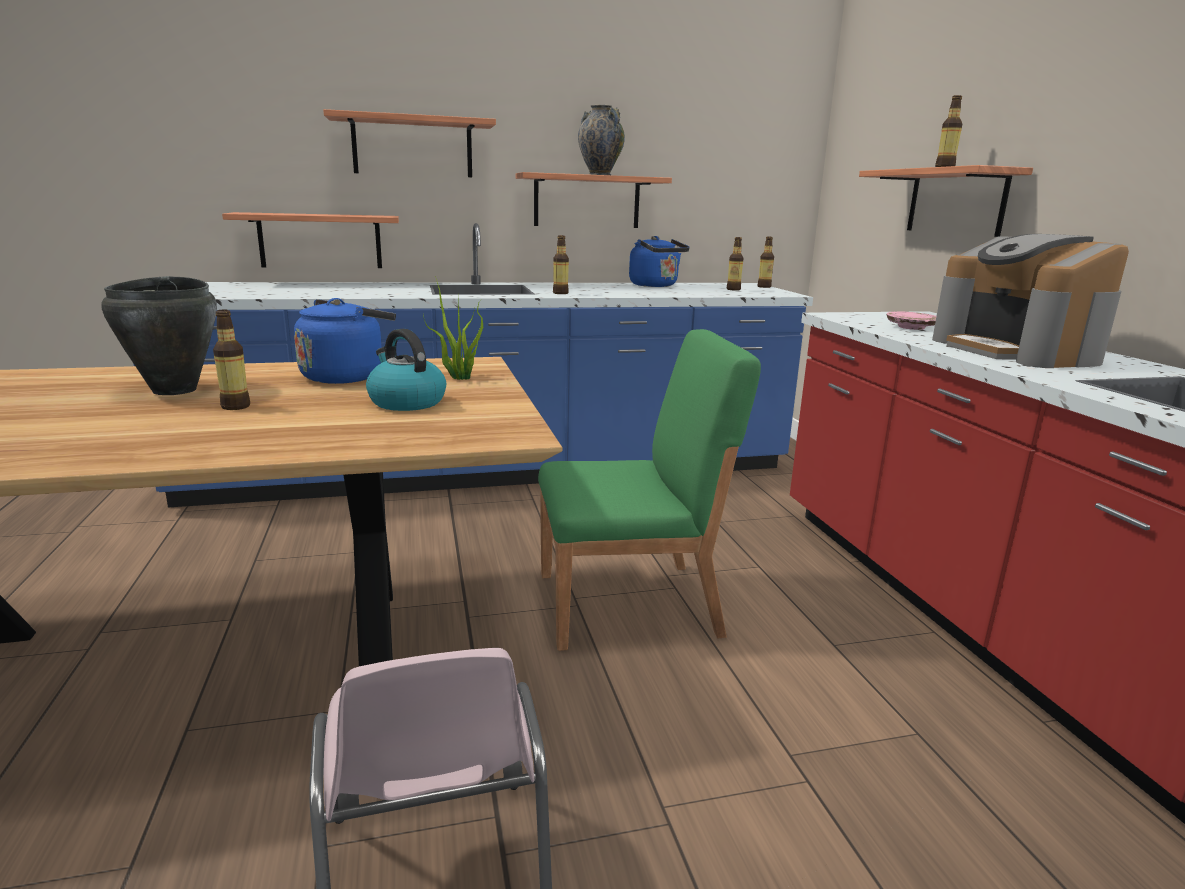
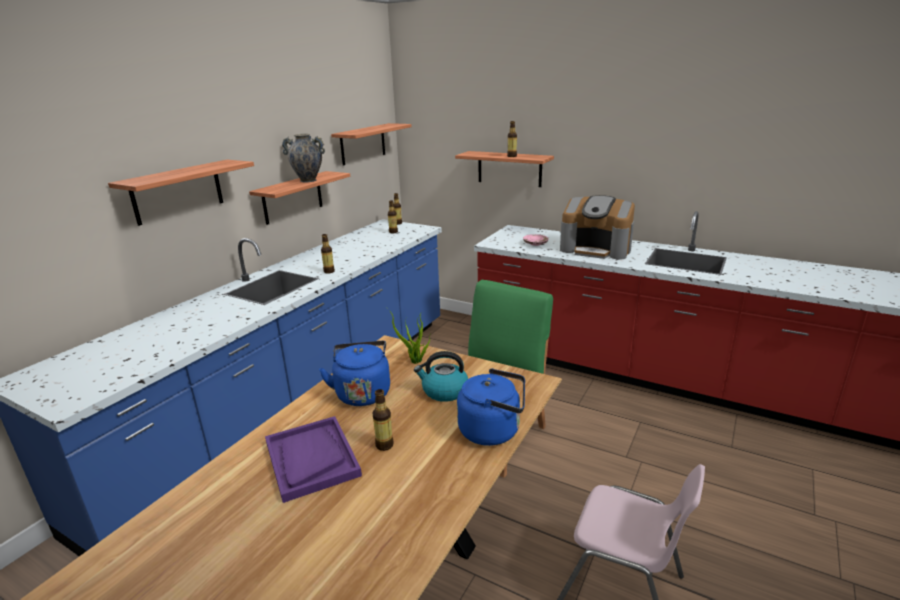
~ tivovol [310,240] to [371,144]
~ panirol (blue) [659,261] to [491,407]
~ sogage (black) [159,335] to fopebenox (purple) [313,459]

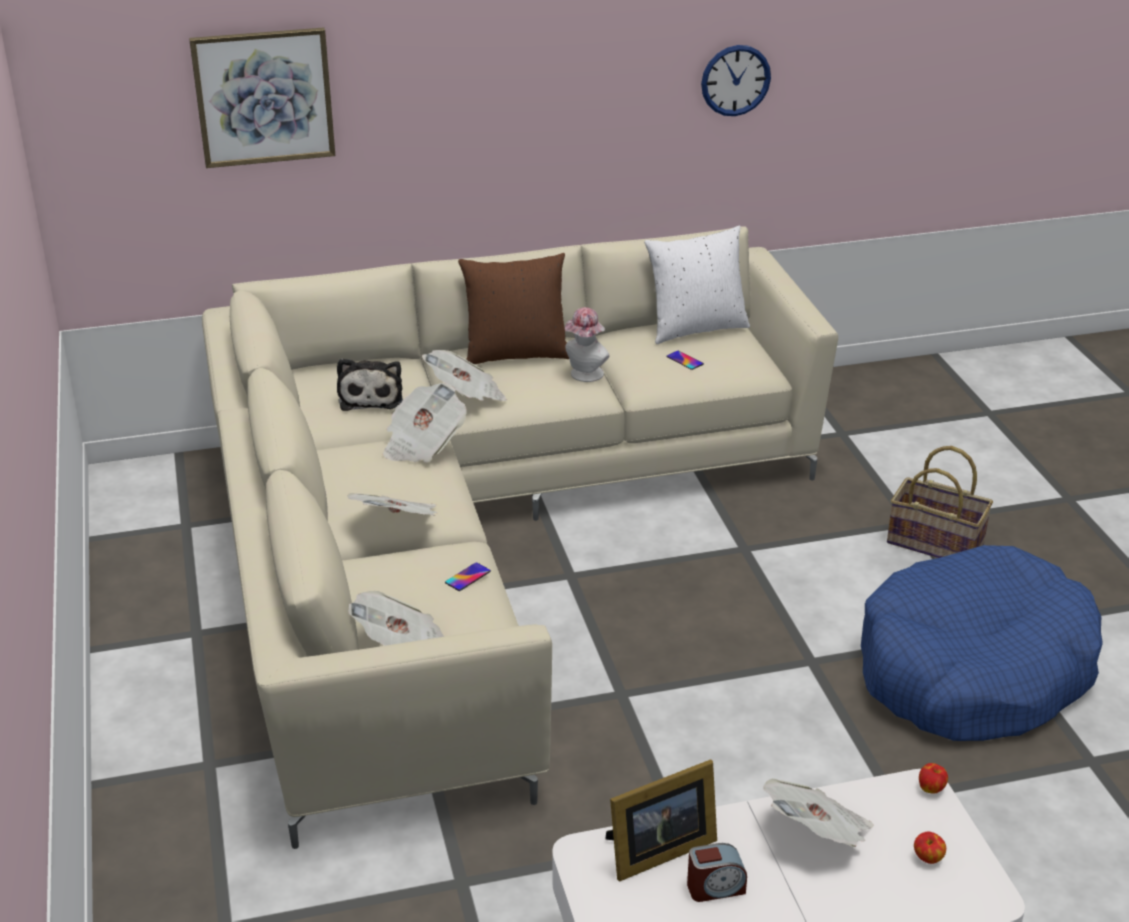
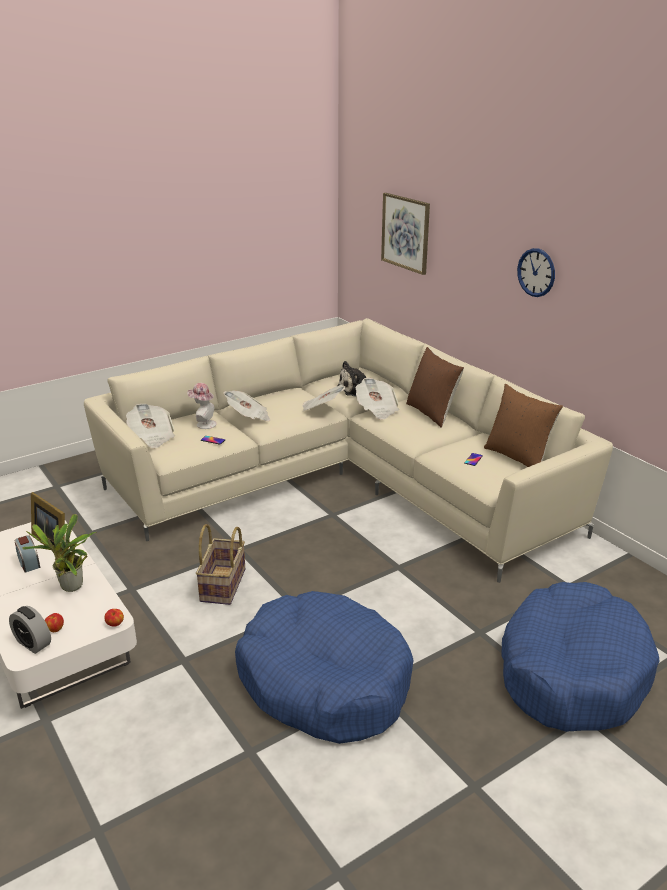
~ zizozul [736,80] to [536,272]
~ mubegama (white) [697,285] to mubegama (brown) [523,425]
~ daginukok [587,344] to [202,406]
~ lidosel [940,502] to [220,564]
~ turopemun [818,813] to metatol [60,553]
+ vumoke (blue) [580,657]
+ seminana [30,630]

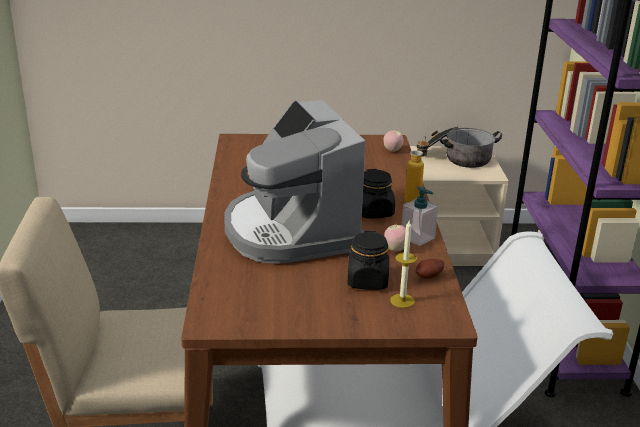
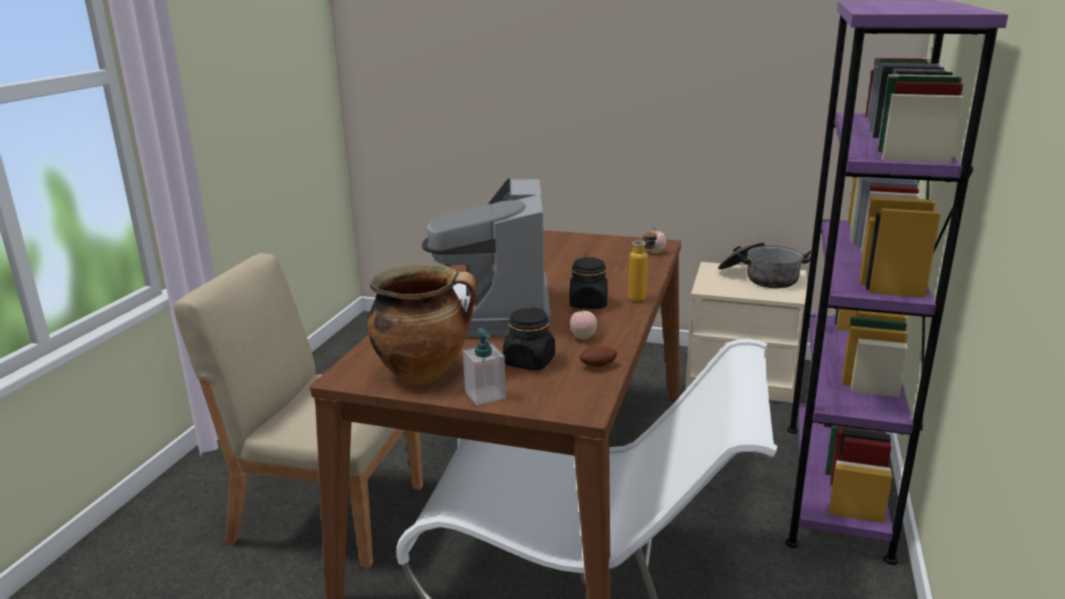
~ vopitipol [420,216] to [484,366]
- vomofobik [403,263]
+ sogage [422,324]

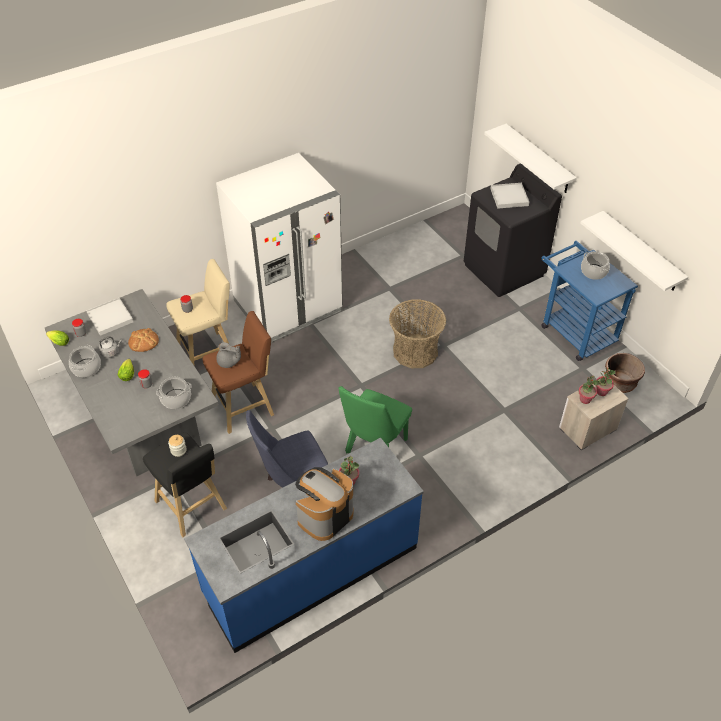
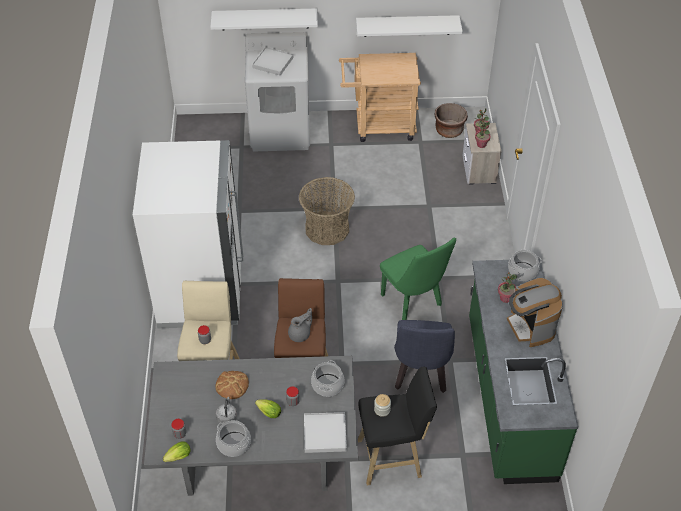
~ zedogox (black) [513,230] to zedogox (white) [277,91]
~ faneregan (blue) [589,301] to faneregan (beige) [380,97]
~ sogage [595,265] to [525,265]
~ fopebenox (white) [109,317] to [325,432]
~ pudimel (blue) [304,545] to pudimel (green) [523,371]

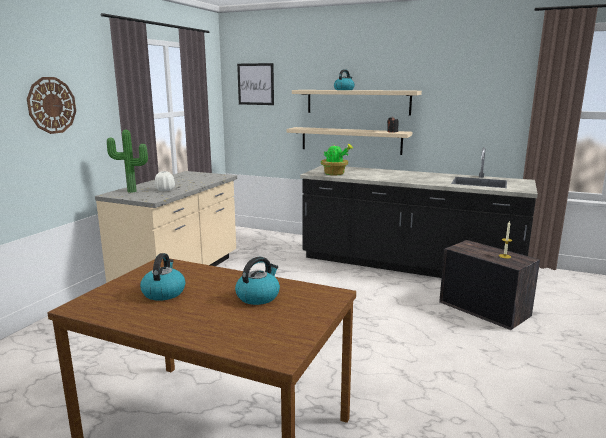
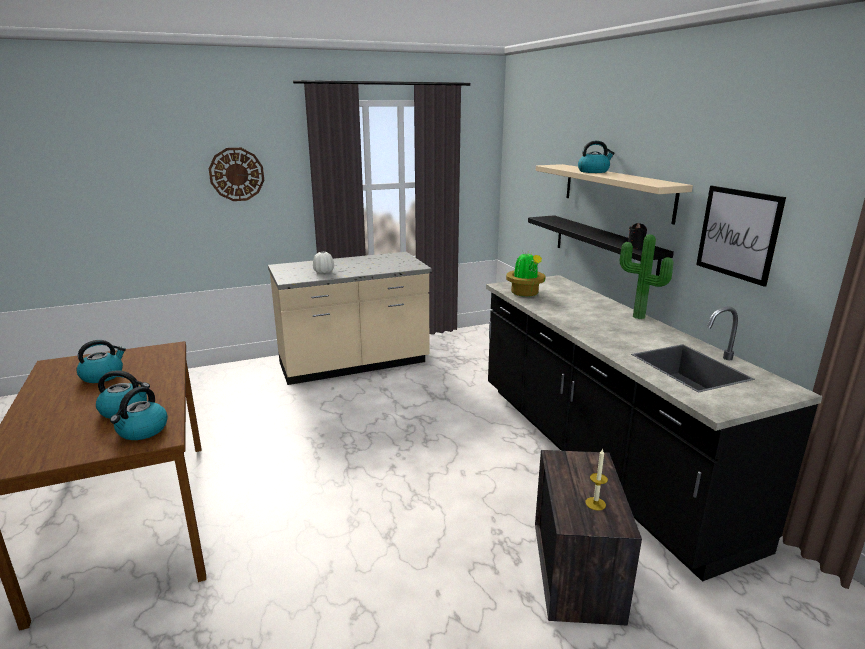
~ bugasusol [255,84] to [741,236]
~ tivovol (beige) [349,141] to tivovol (black) [601,245]
~ metatol [127,161] to [646,276]
+ panirol [139,413]

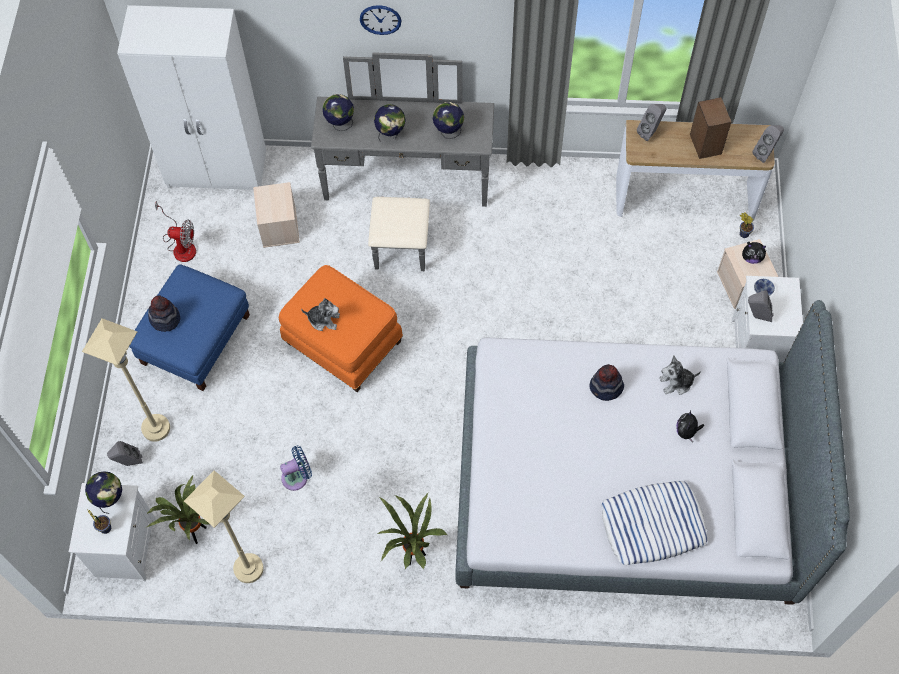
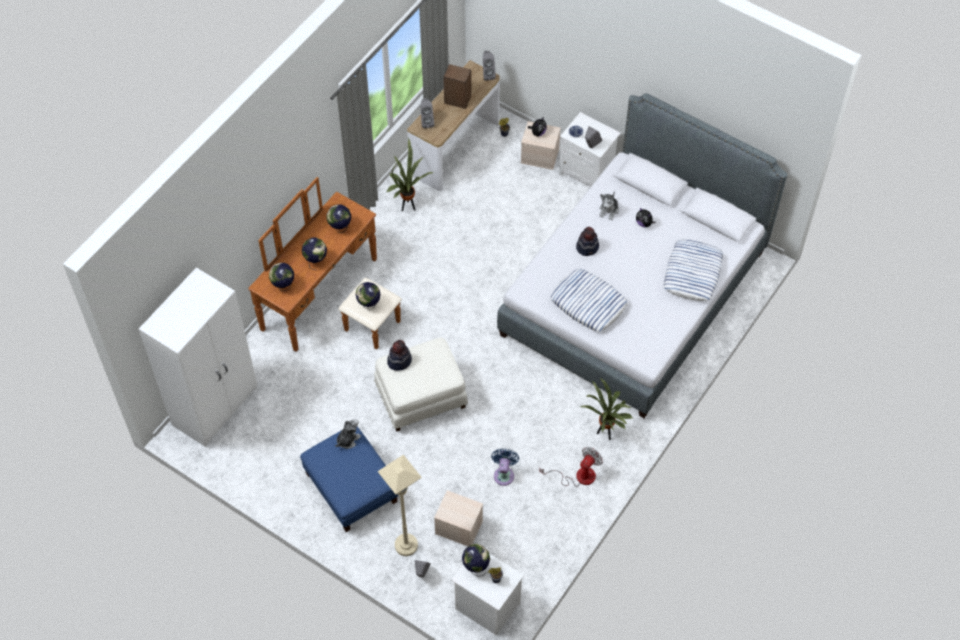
- zizozul [381,20]
~ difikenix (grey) [402,161] to difikenix (brown) [325,264]
~ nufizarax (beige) [276,215] to [458,518]
~ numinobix [175,231] to [571,467]
~ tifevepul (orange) [341,328] to tifevepul (white) [421,385]
~ daginukok [164,314] to [399,355]
~ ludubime [320,314] to [348,434]
- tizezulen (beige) [224,526]
~ metatol [184,509] to [410,174]
+ mubegama [588,300]
+ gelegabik [368,296]

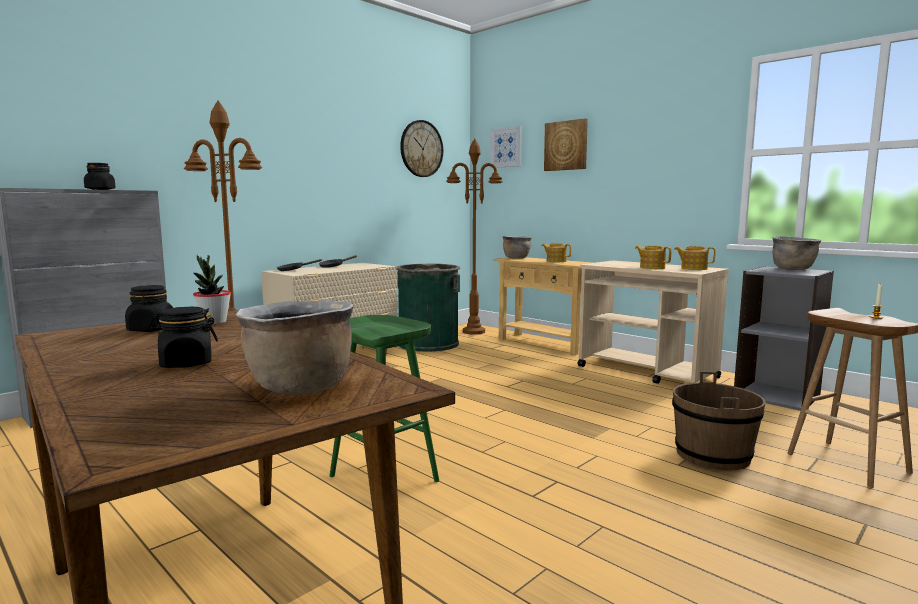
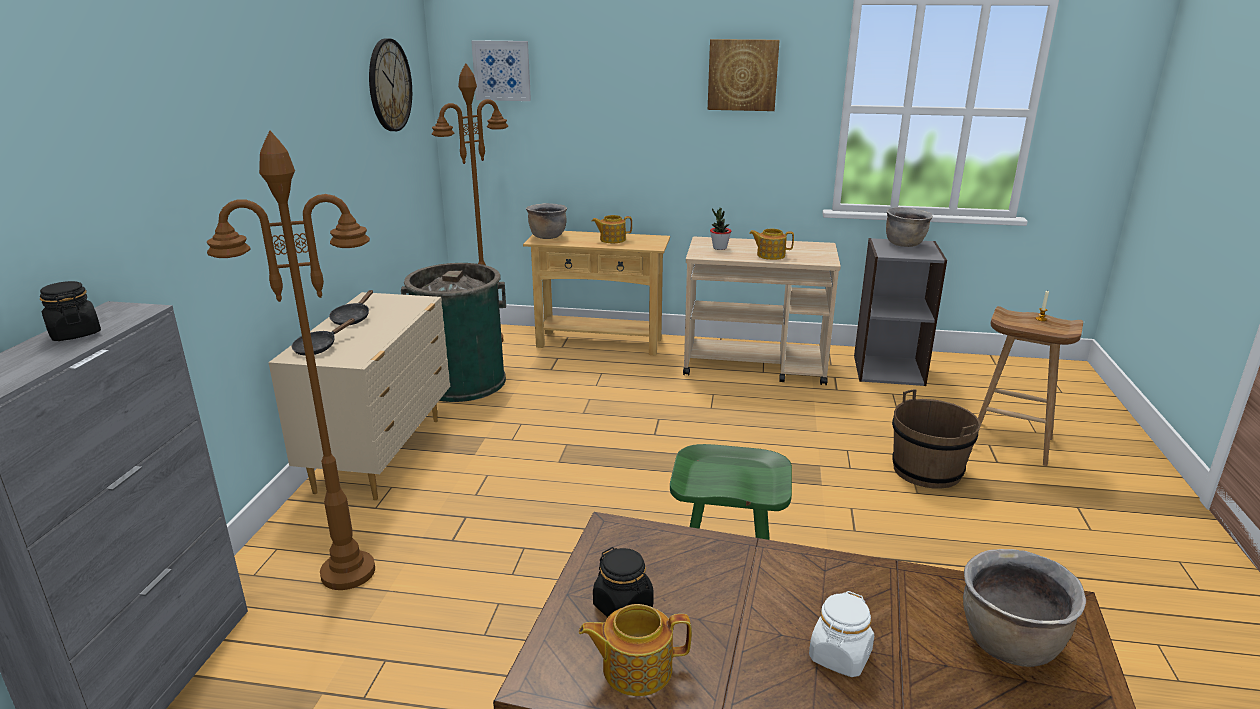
~ bugasusol [566,144] to [743,75]
~ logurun [695,258] to [635,650]
~ metatol [212,290] to [721,229]
~ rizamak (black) [183,337] to rizamak (white) [841,634]

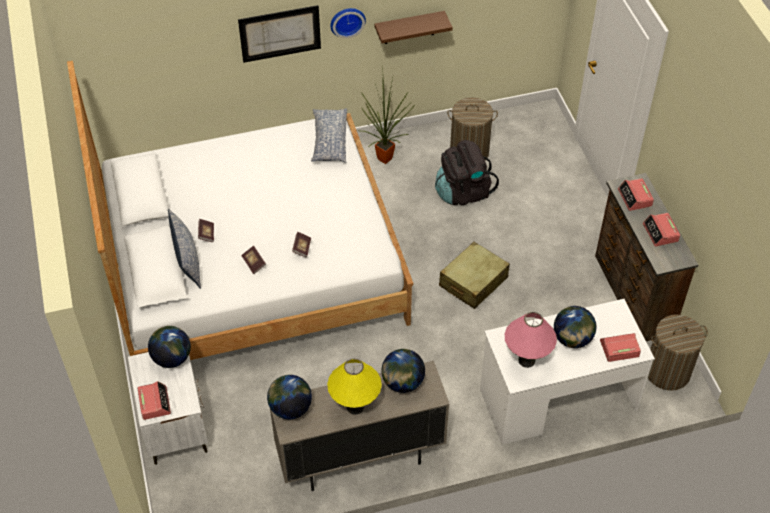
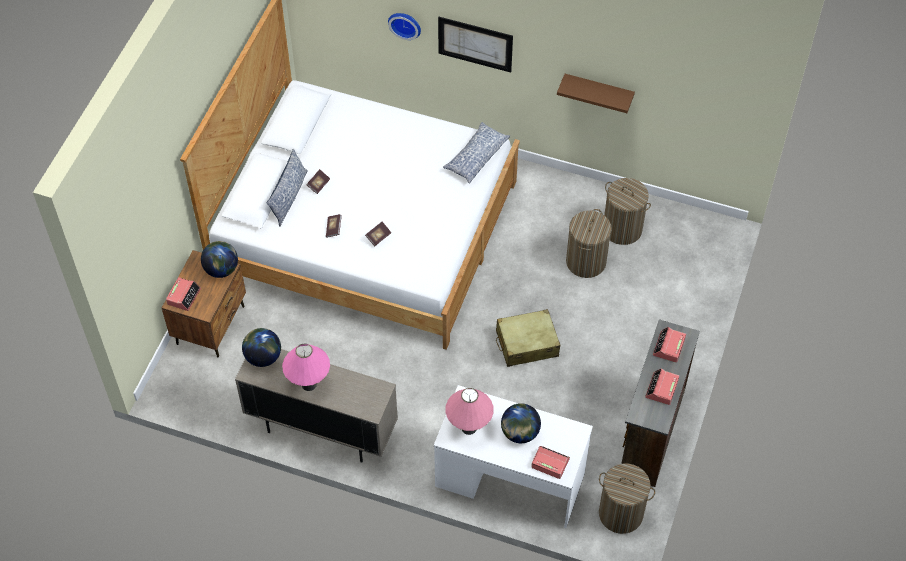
~ zizozul [348,23] to [404,26]
- metatol [388,116]
~ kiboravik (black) [467,172] to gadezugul [589,243]
- gelegabik [403,371]
~ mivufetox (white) [168,408] to mivufetox (brown) [204,303]
~ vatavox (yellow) [354,387] to vatavox (pink) [306,367]

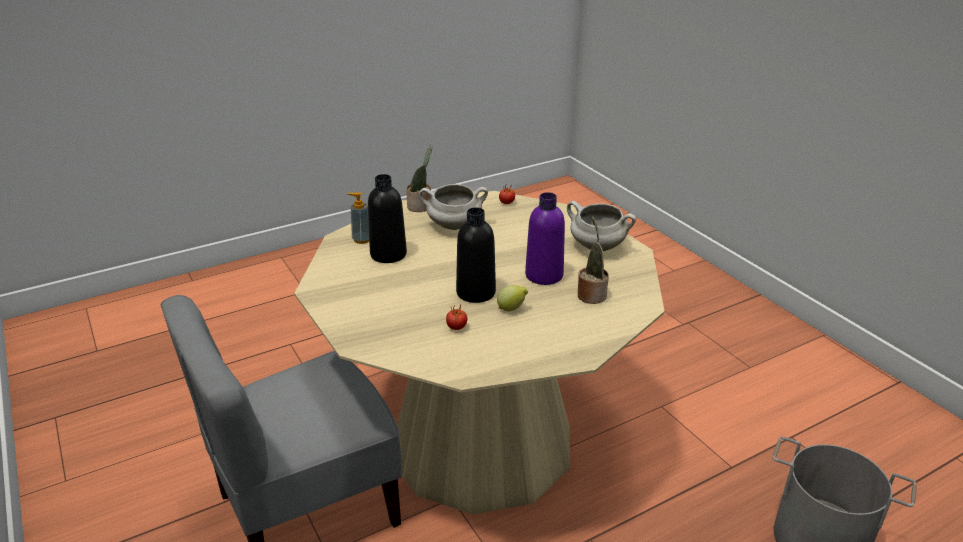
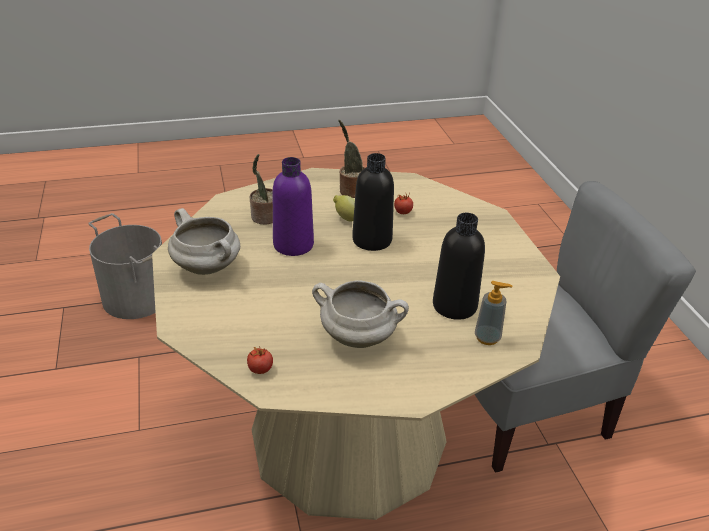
~ metatol [419,178] to [351,159]

